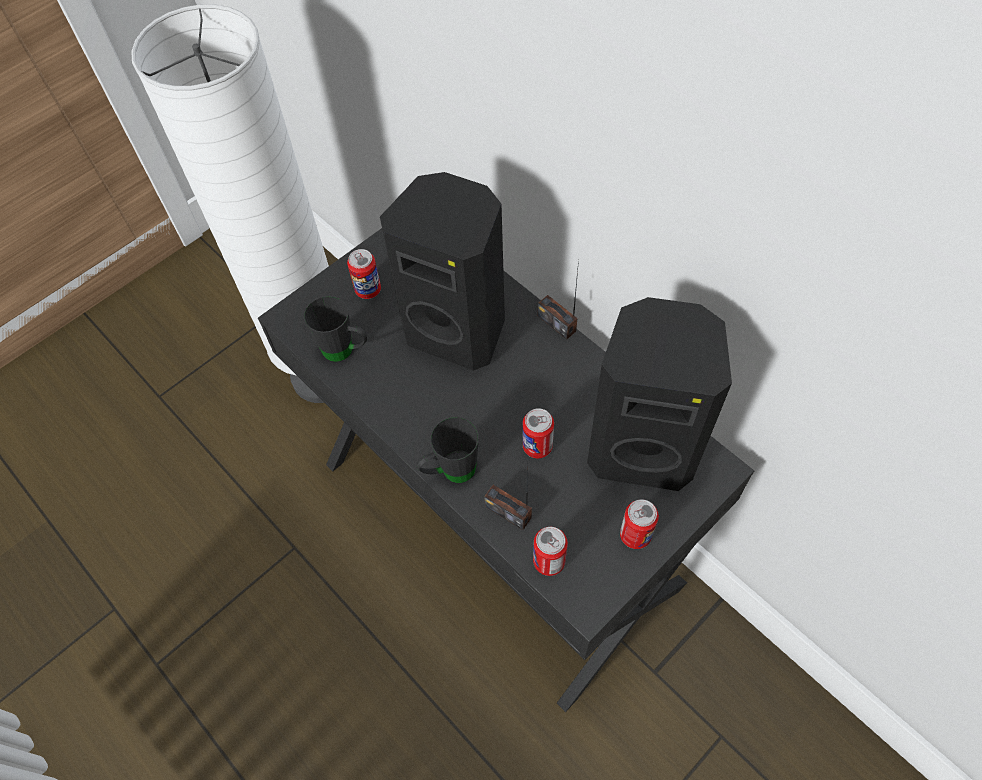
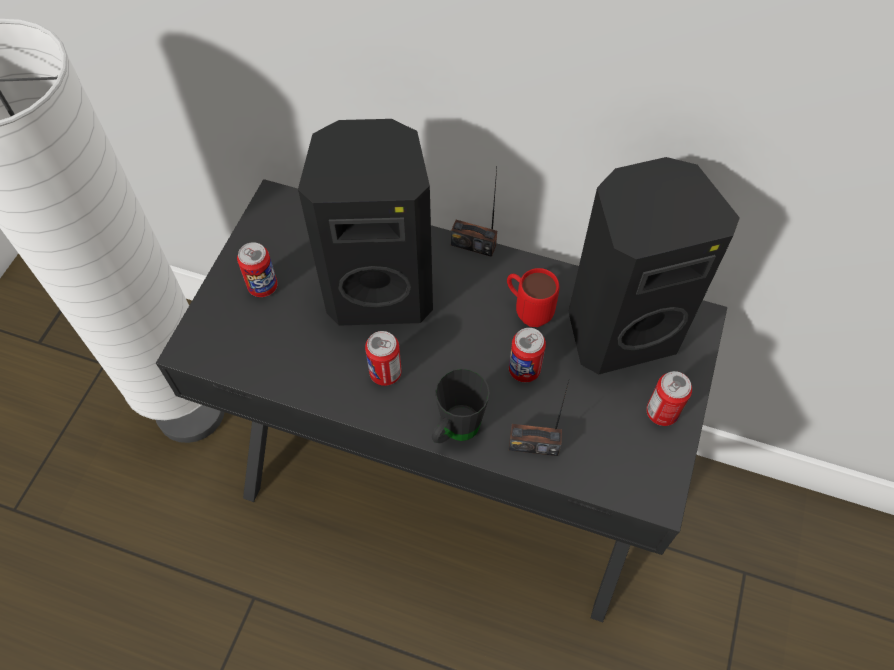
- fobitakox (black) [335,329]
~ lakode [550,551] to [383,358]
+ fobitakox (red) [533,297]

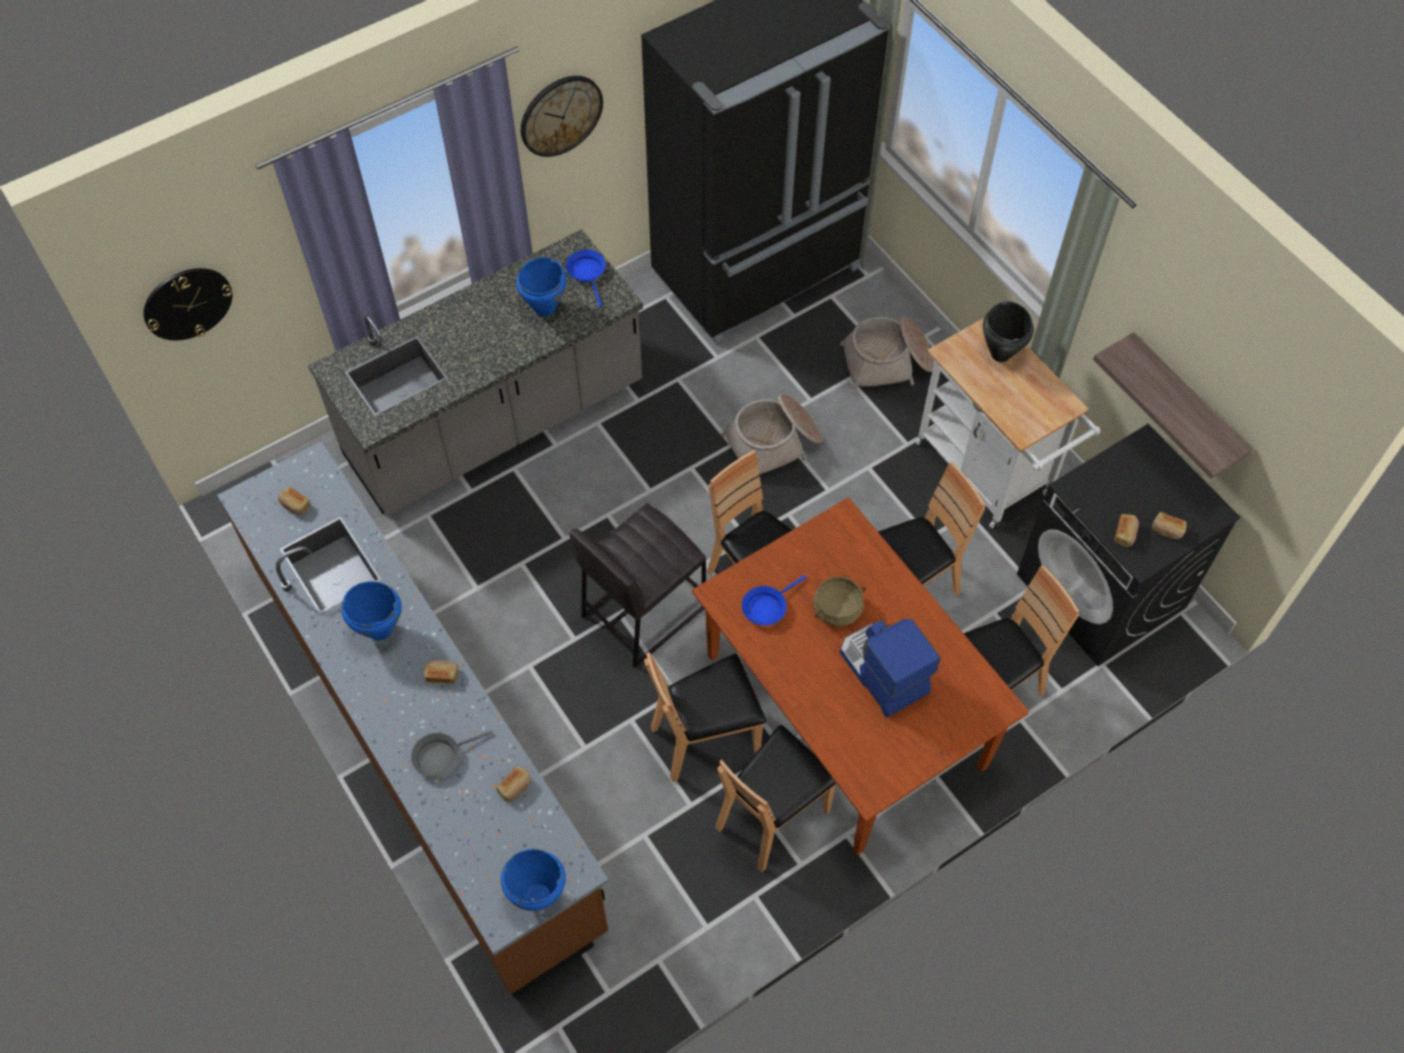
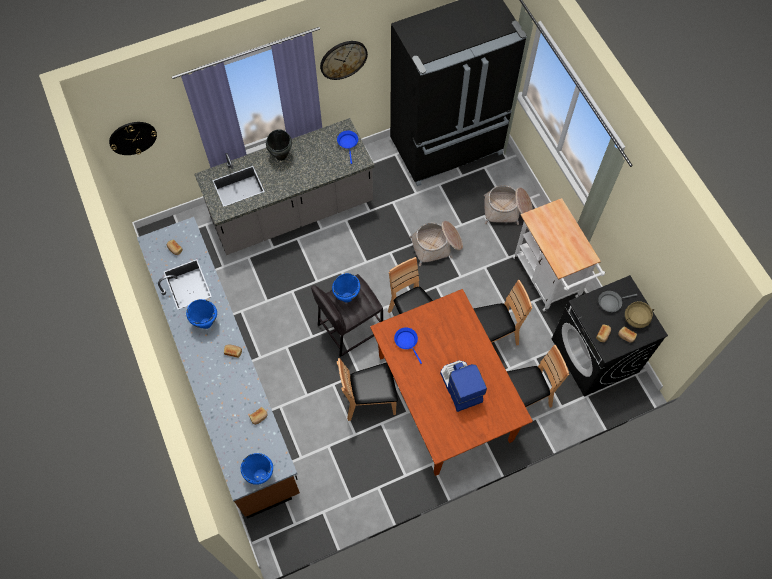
~ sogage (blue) [541,287] to [346,288]
~ sogage (black) [1008,331] to [279,145]
- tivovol [1173,405]
~ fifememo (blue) [774,600] = [408,345] 90 degrees clockwise
~ sogage (beige) [839,601] to [639,314]
- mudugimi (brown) [775,798]
~ fifememo (grey) [451,754] to [617,301]

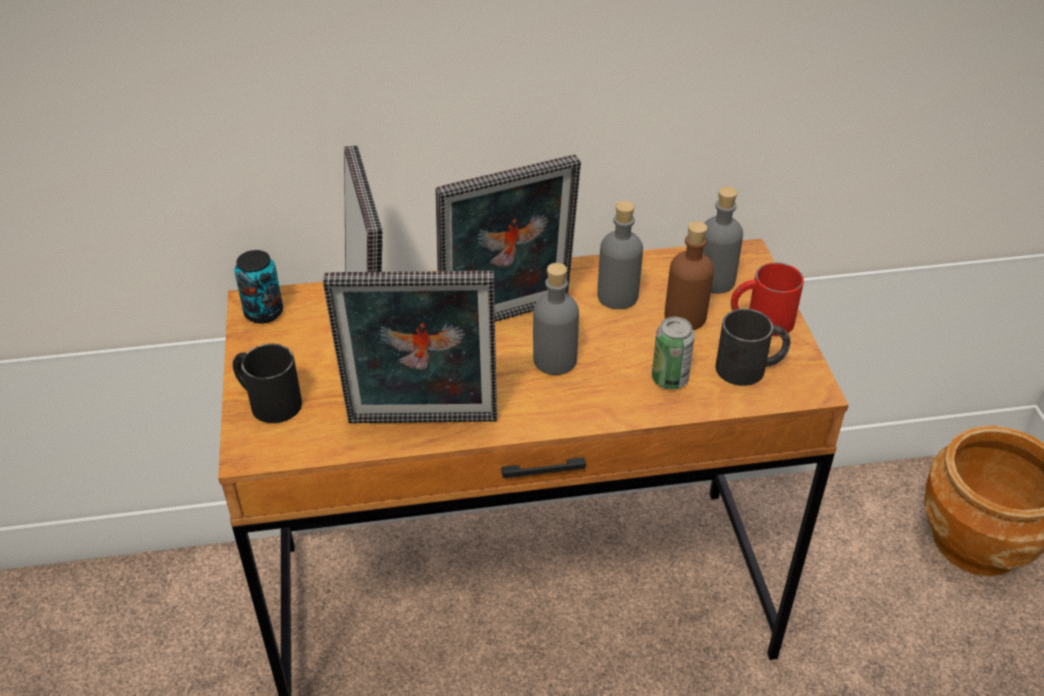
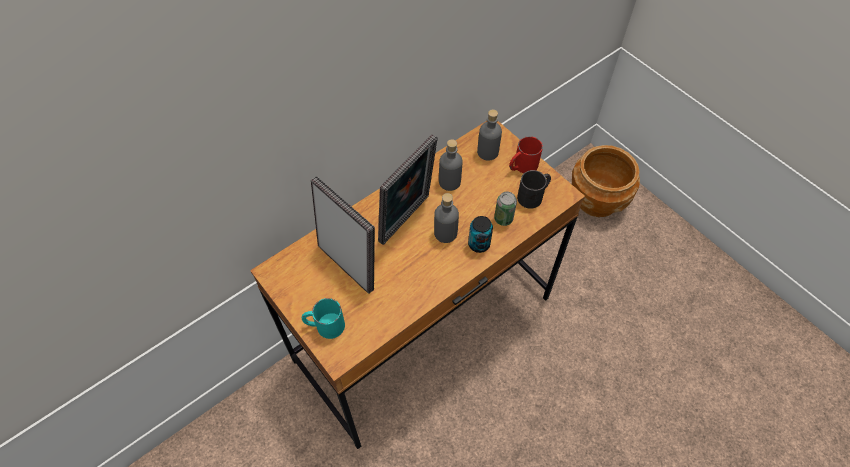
- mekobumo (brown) [689,275]
~ lakode [258,287] to [480,234]
- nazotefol [410,347]
~ fobitakox (black) [267,383] to fobitakox (turquoise) [323,318]

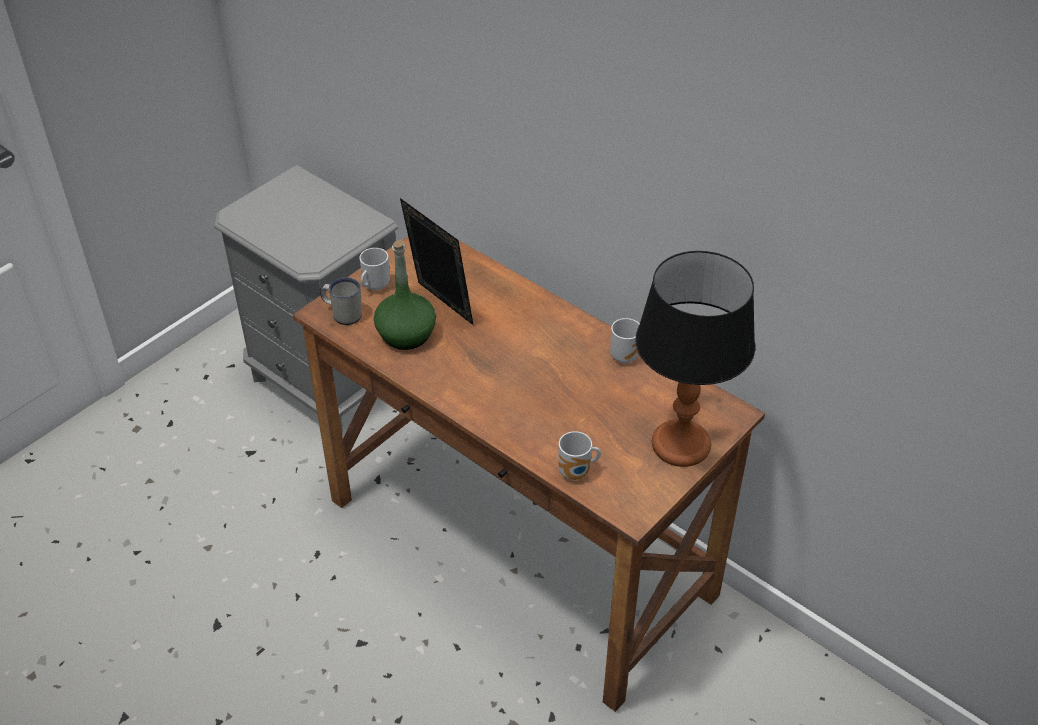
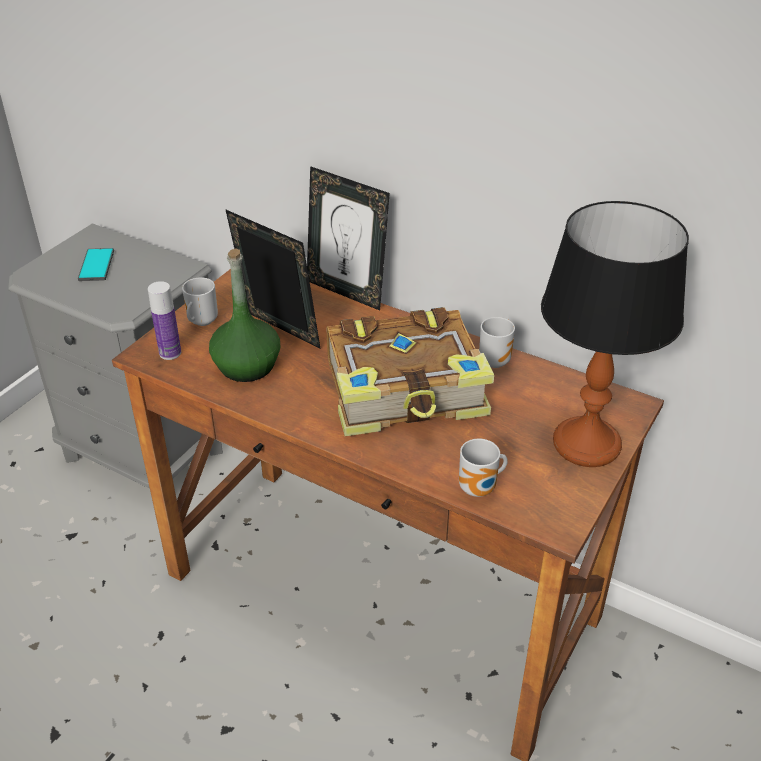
~ fobitakox (white) [341,301] to mekobumo [164,320]
+ nazotefol [348,238]
+ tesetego [96,264]
+ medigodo [410,371]

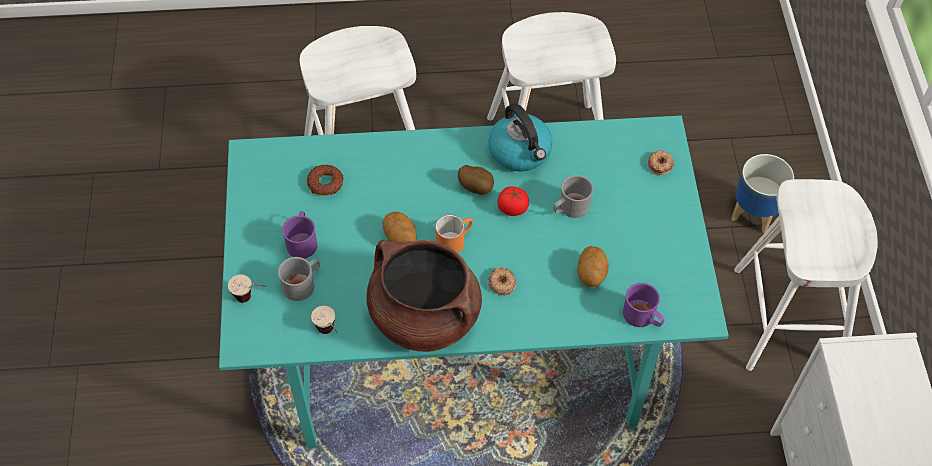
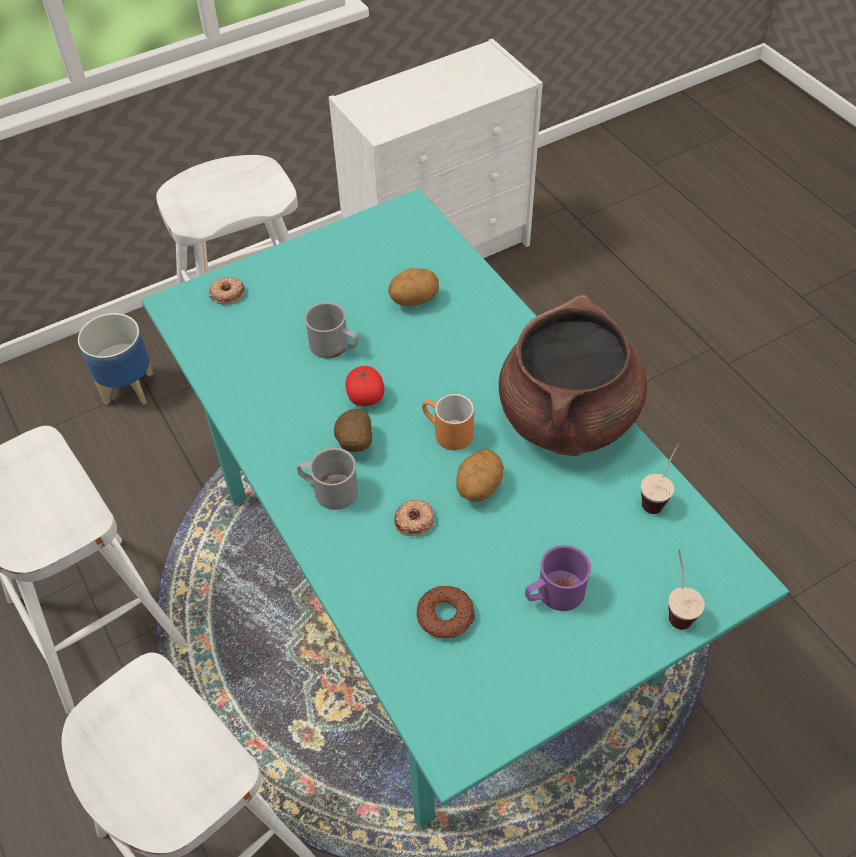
- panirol [520,137]
~ fobitakox (grey) [299,279] to [327,479]
~ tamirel [502,281] to [414,518]
- fobitakox (purple) [644,305]

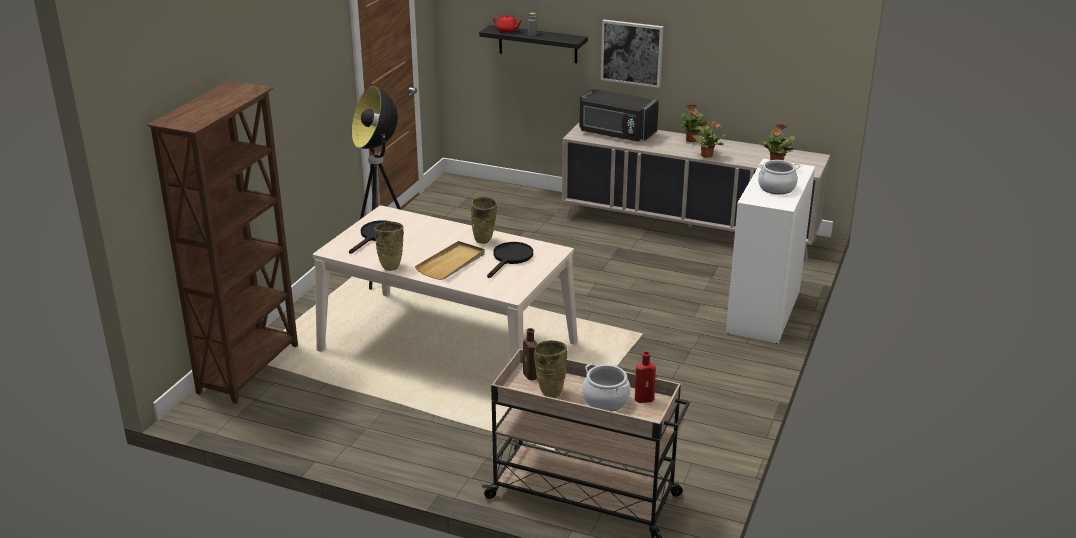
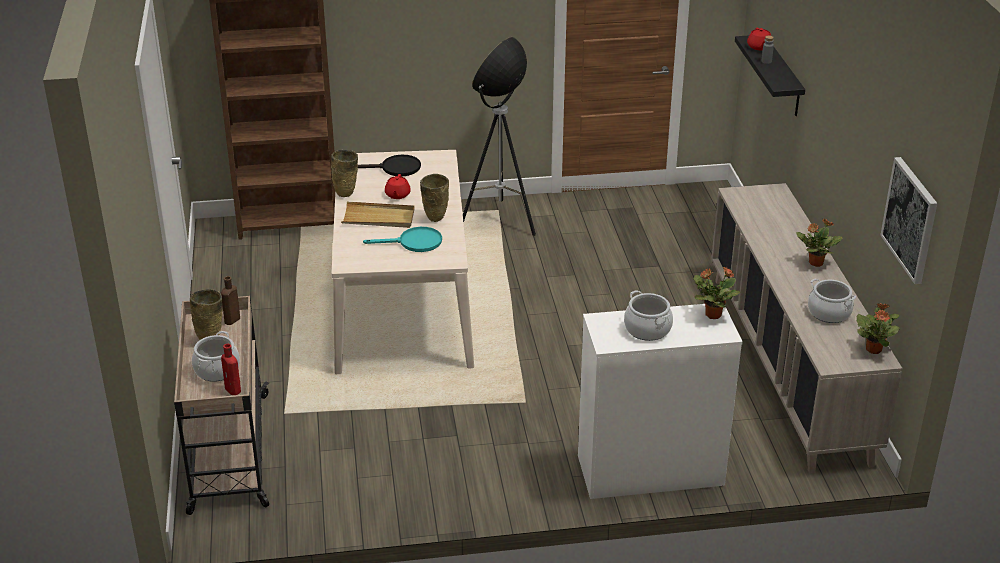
~ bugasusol [632,54] to [908,220]
- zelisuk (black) [619,115]
~ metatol [709,139] to [878,328]
~ fifememo (black) [510,260] to fifememo (turquoise) [402,239]
+ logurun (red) [398,186]
+ sogage [832,301]

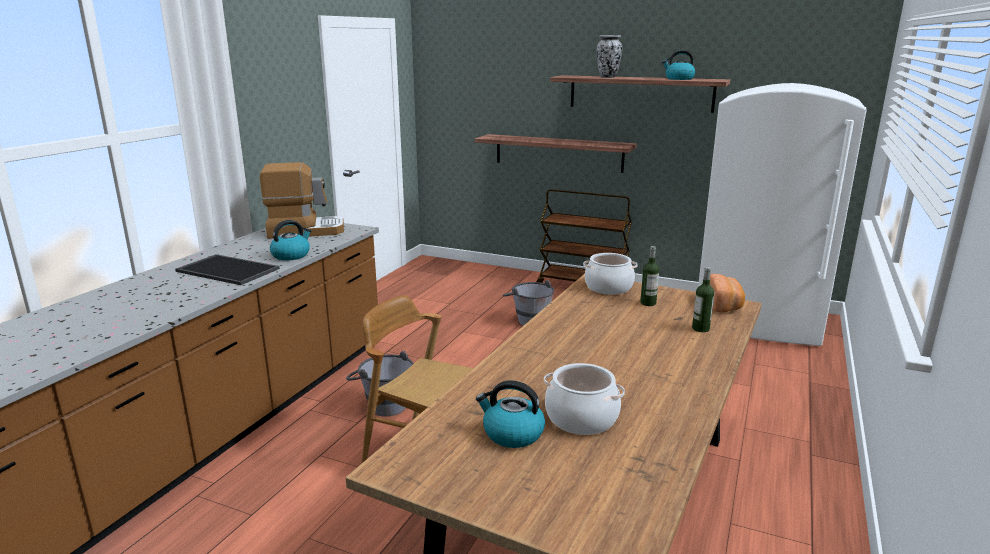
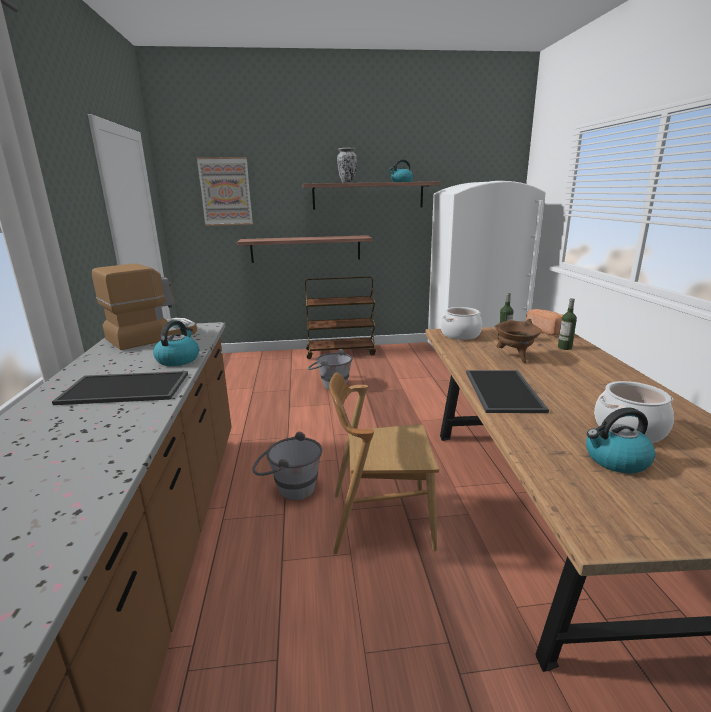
+ bugasusol [225,191]
+ sogage (brown) [518,341]
+ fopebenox [507,391]

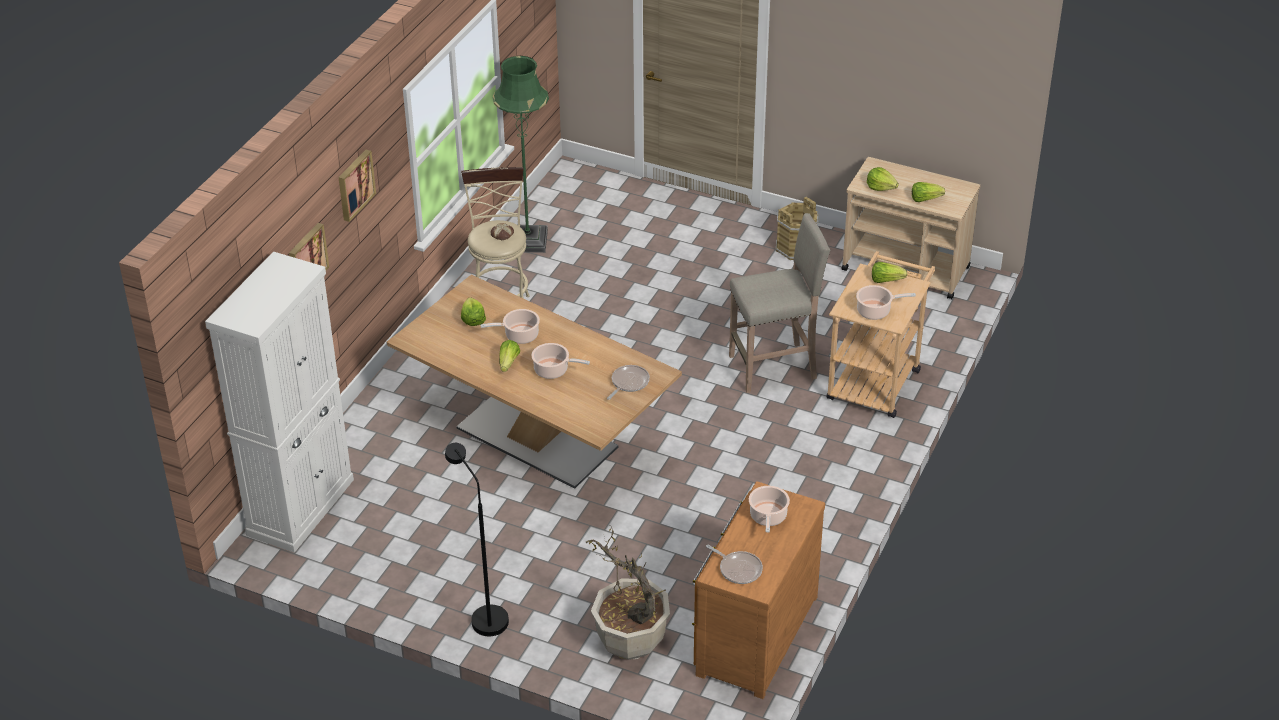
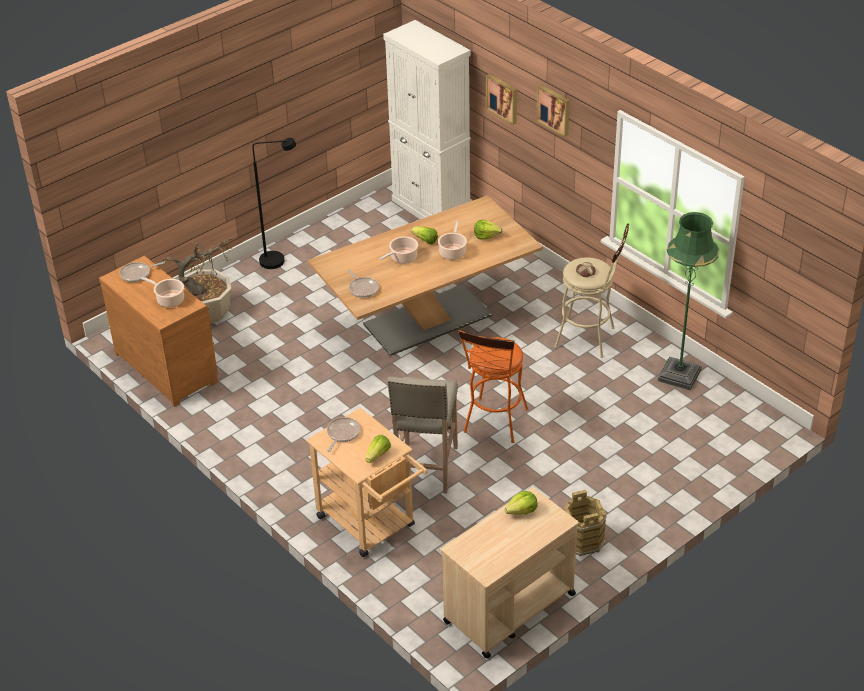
- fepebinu [928,192]
~ sogage [886,302] to fifememo [344,434]
+ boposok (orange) [493,386]

